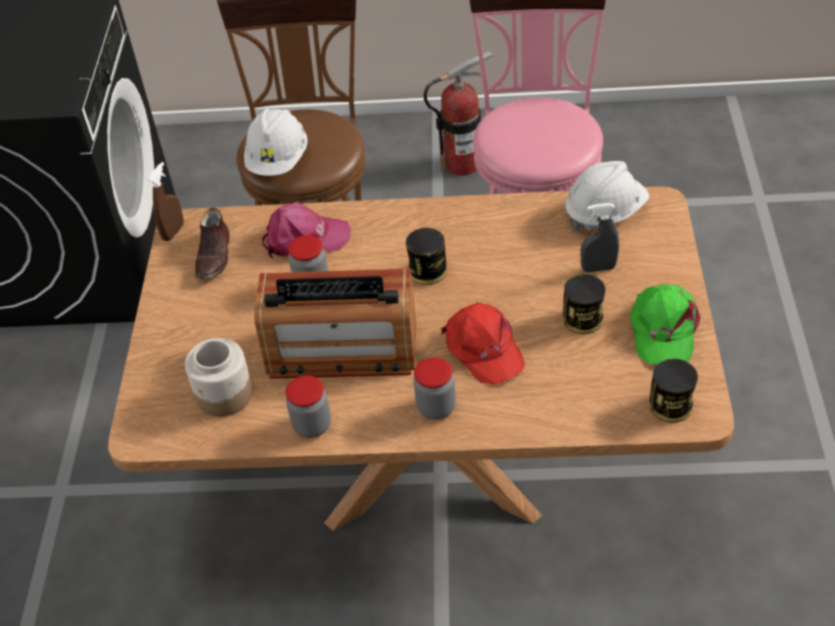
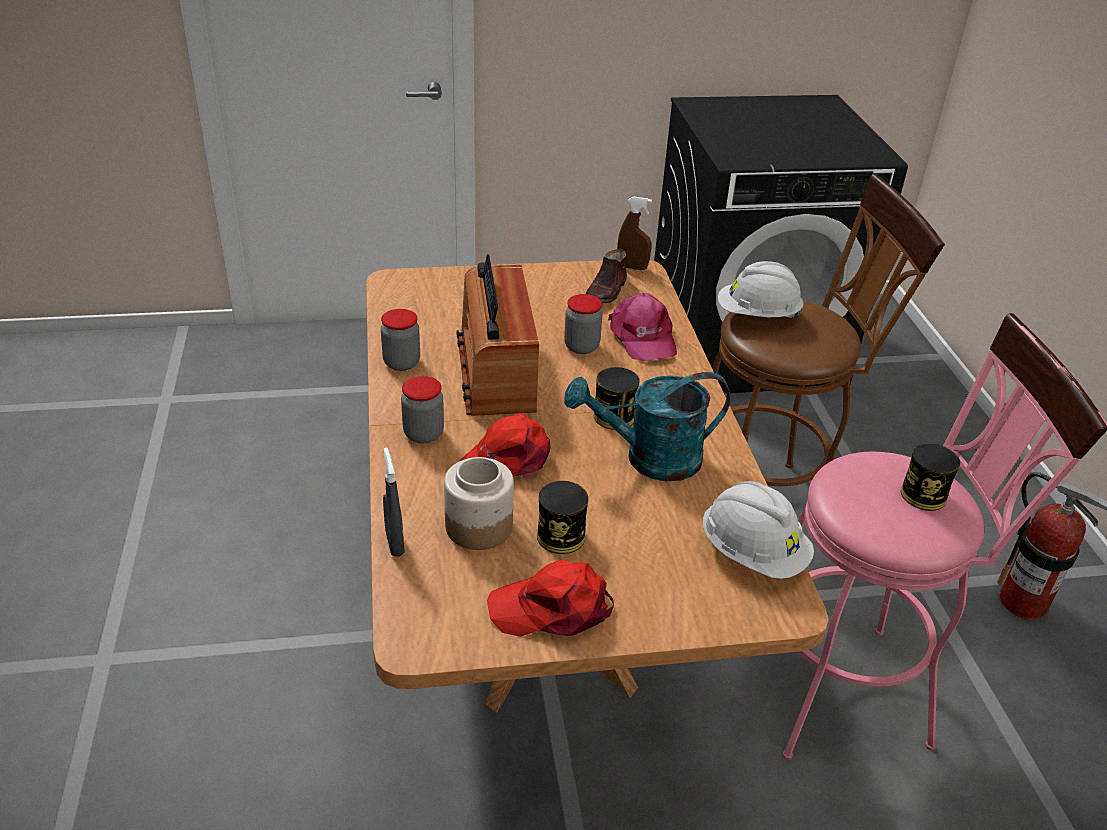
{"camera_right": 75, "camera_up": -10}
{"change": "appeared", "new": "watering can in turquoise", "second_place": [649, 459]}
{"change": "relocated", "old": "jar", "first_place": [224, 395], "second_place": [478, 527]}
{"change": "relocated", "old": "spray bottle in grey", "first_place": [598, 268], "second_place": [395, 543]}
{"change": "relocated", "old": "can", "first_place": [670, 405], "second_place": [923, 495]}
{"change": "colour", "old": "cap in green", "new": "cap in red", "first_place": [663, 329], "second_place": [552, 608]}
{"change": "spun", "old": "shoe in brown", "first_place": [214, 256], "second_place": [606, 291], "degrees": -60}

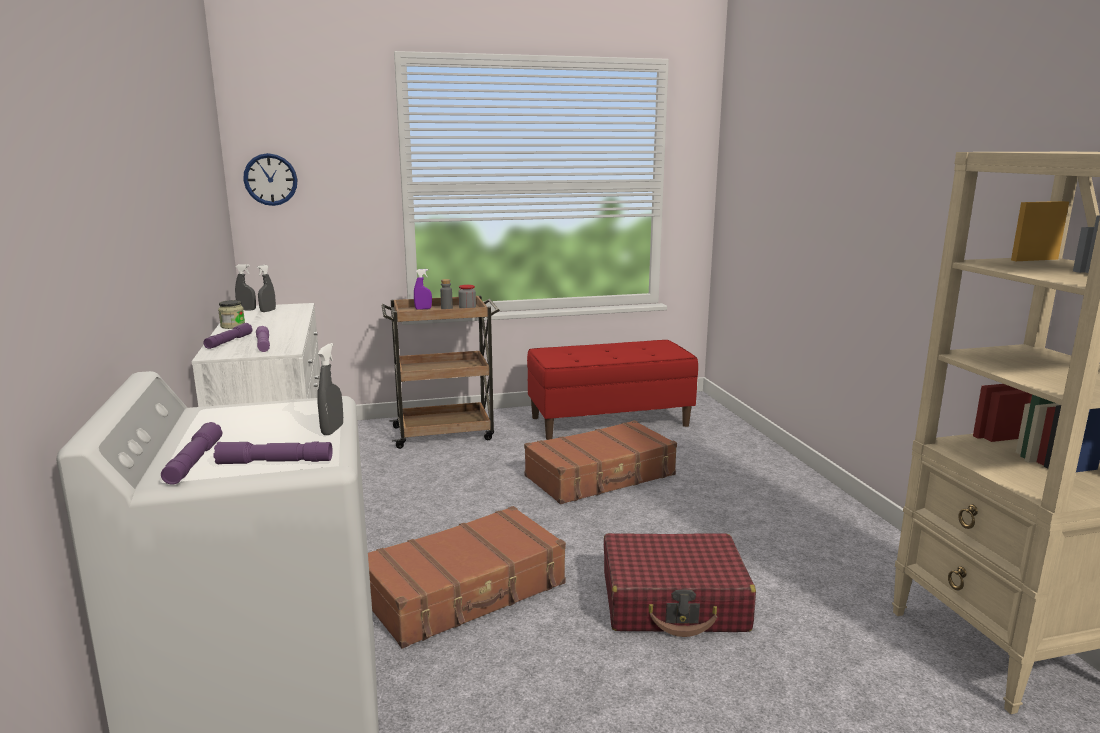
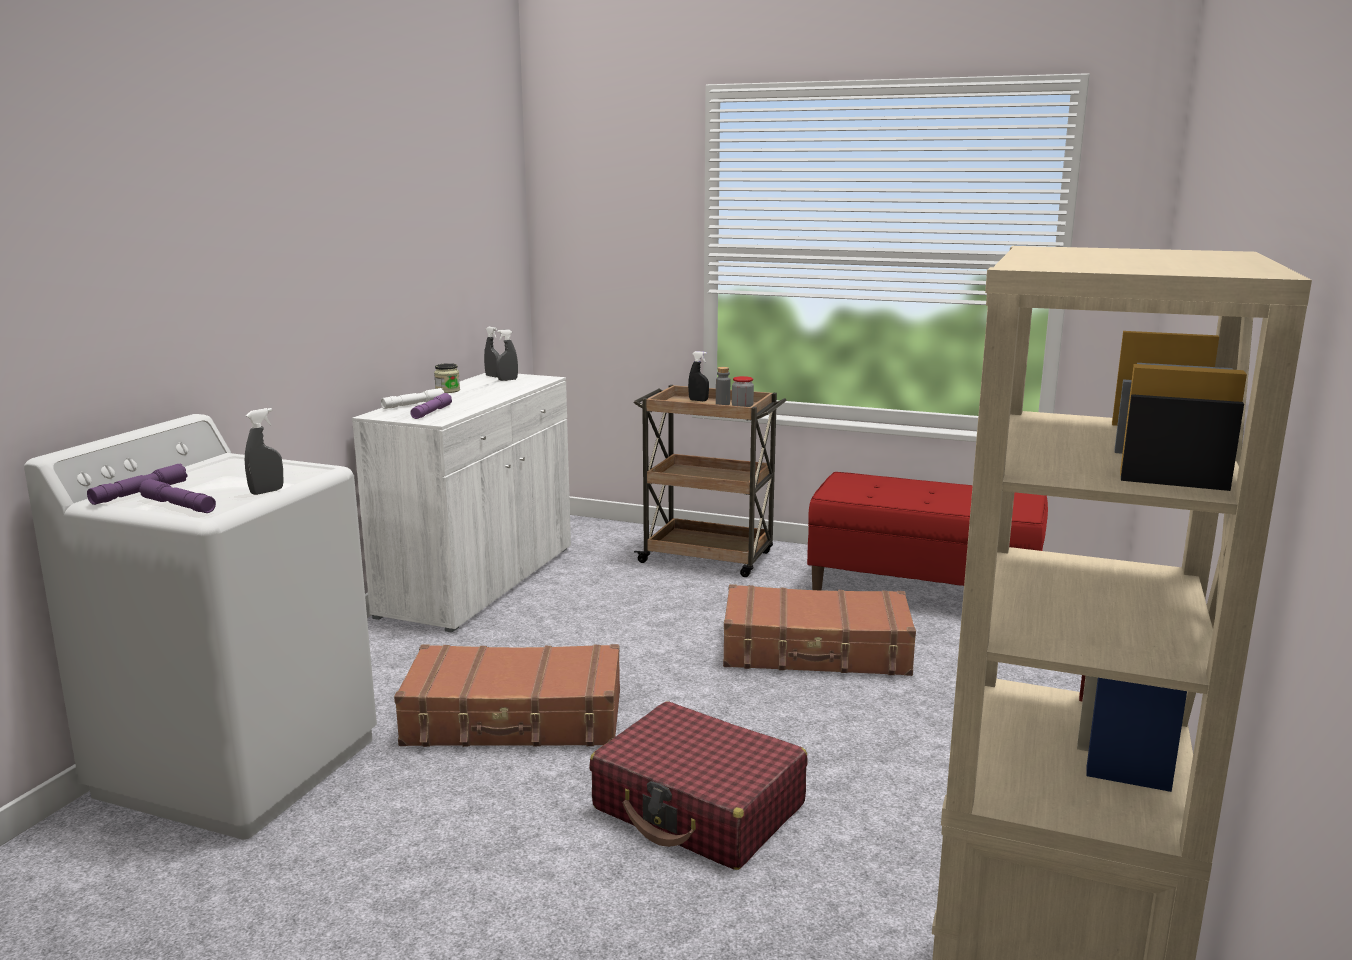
{"camera_right": 35, "camera_up": 0}
{"change": "missing", "old": "wall clock", "first_place": [270, 179]}
{"change": "colour", "old": "flashlight in purple", "new": "flashlight in white", "first_place": [229, 341], "second_place": [413, 405]}
{"change": "colour", "old": "spray bottle in purple", "new": "spray bottle in black", "first_place": [423, 309], "second_place": [698, 400]}

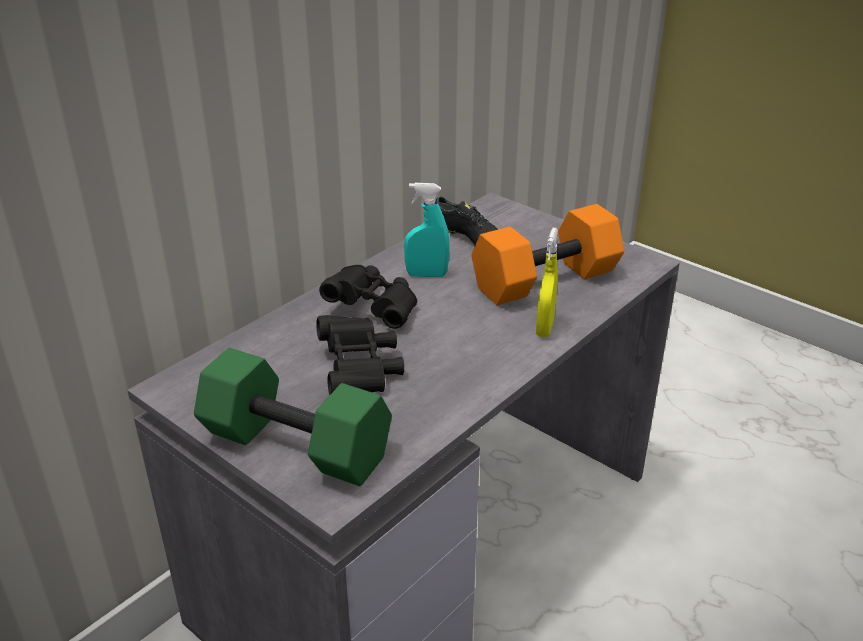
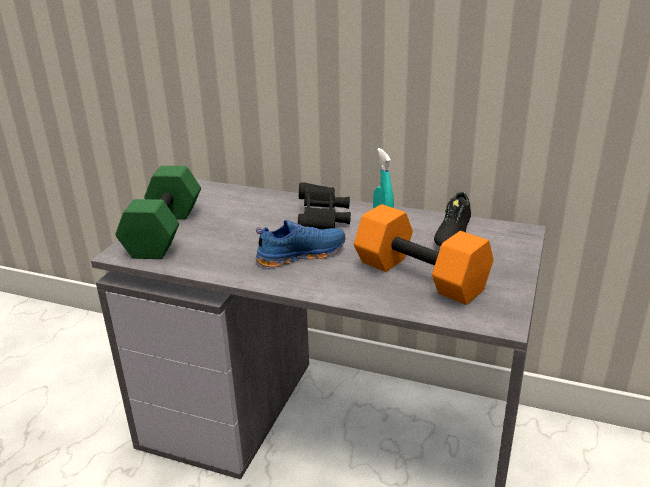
{"camera_right": 70, "camera_up": -5}
{"change": "missing", "old": "binoculars in black", "first_place": [360, 371]}
{"change": "missing", "old": "spray bottle in yellow", "first_place": [544, 328]}
{"change": "appeared", "new": "shoe in blue", "second_place": [300, 254]}

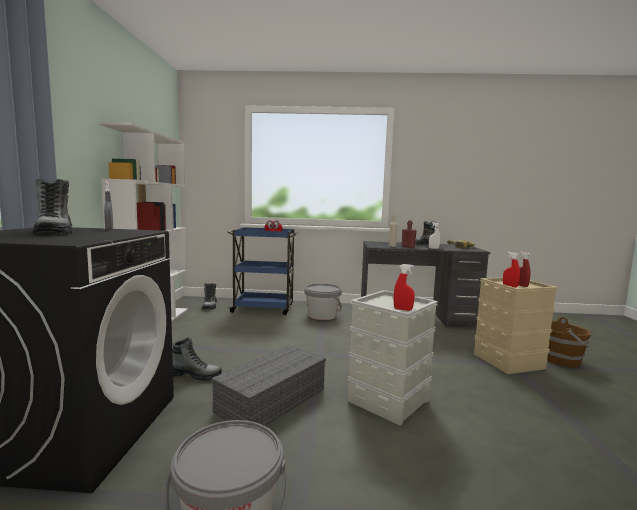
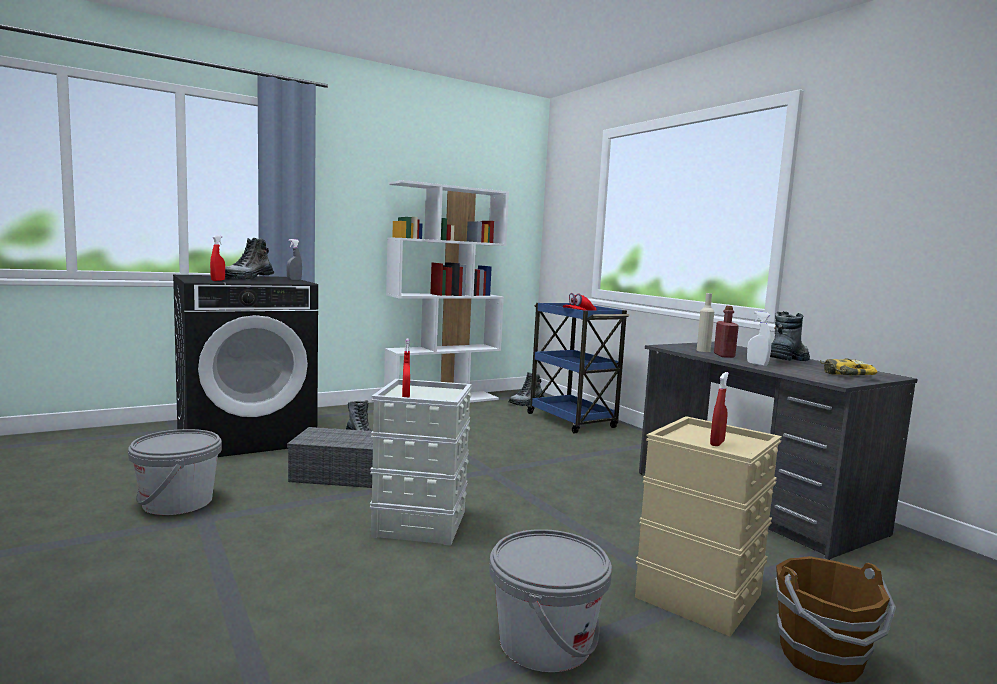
{"camera_right": 55, "camera_up": 0}
{"change": "relocated", "old": "bucket in grey", "first_place": [322, 315], "second_place": [545, 642]}
{"change": "relocated", "old": "spray bottle in red", "first_place": [510, 286], "second_place": [218, 280]}

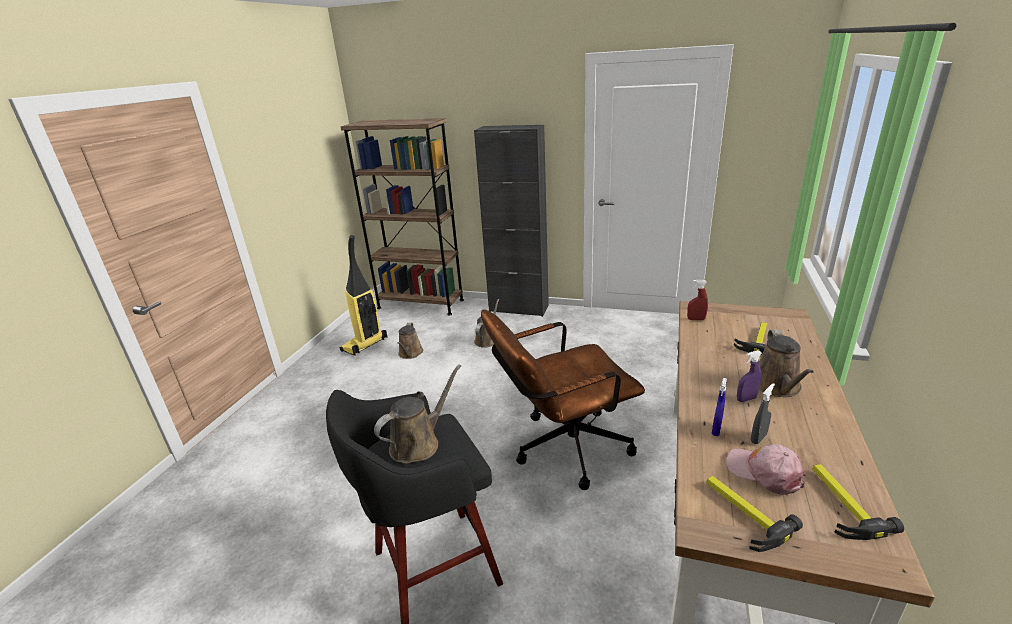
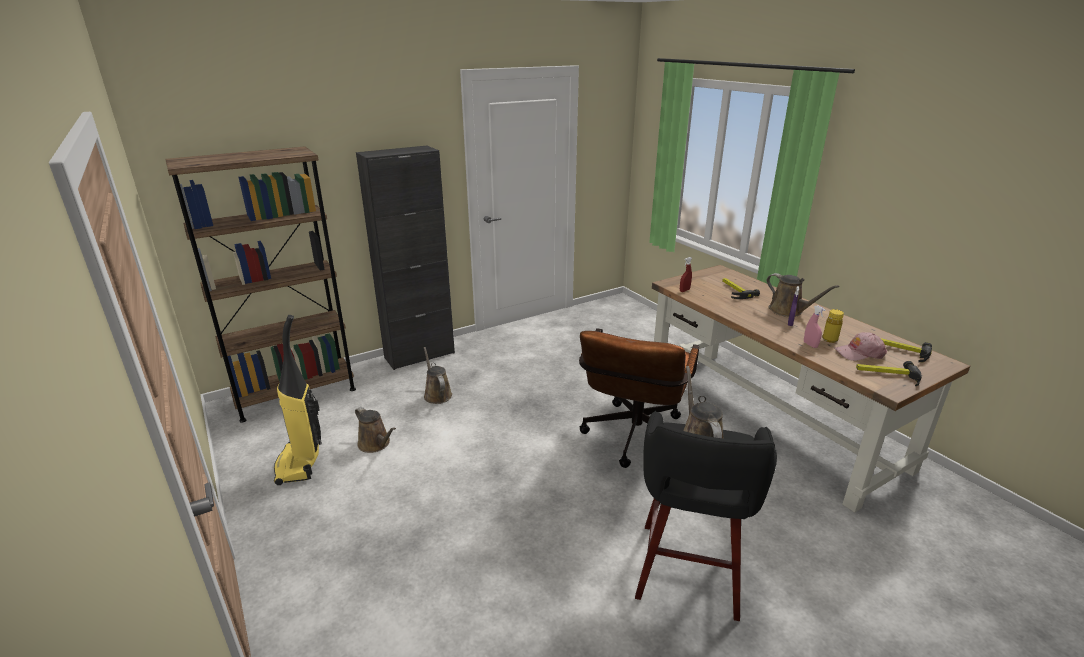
{"camera_right": -50, "camera_up": 0}
{"change": "exchanged", "old": "spray bottle in grey", "new": "bottle in yellow", "first_place": [758, 438], "second_place": [829, 339]}
{"change": "colour", "old": "spray bottle in blue", "new": "spray bottle in pink", "first_place": [716, 430], "second_place": [810, 345]}

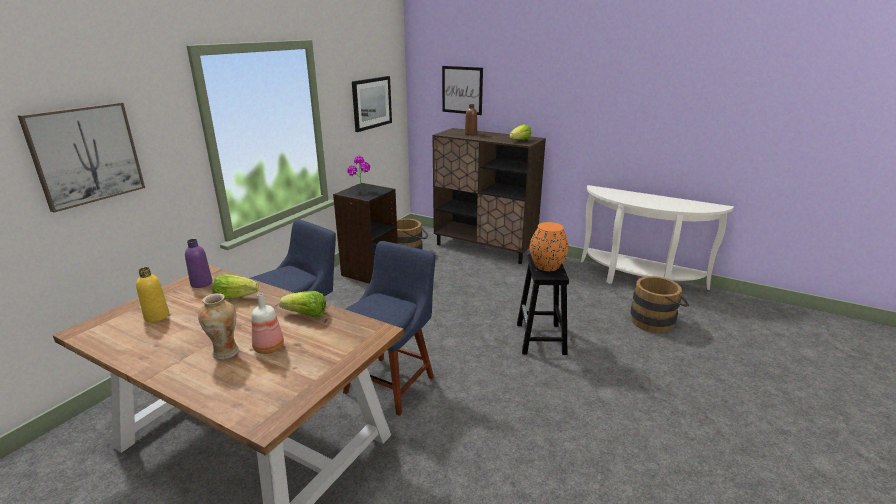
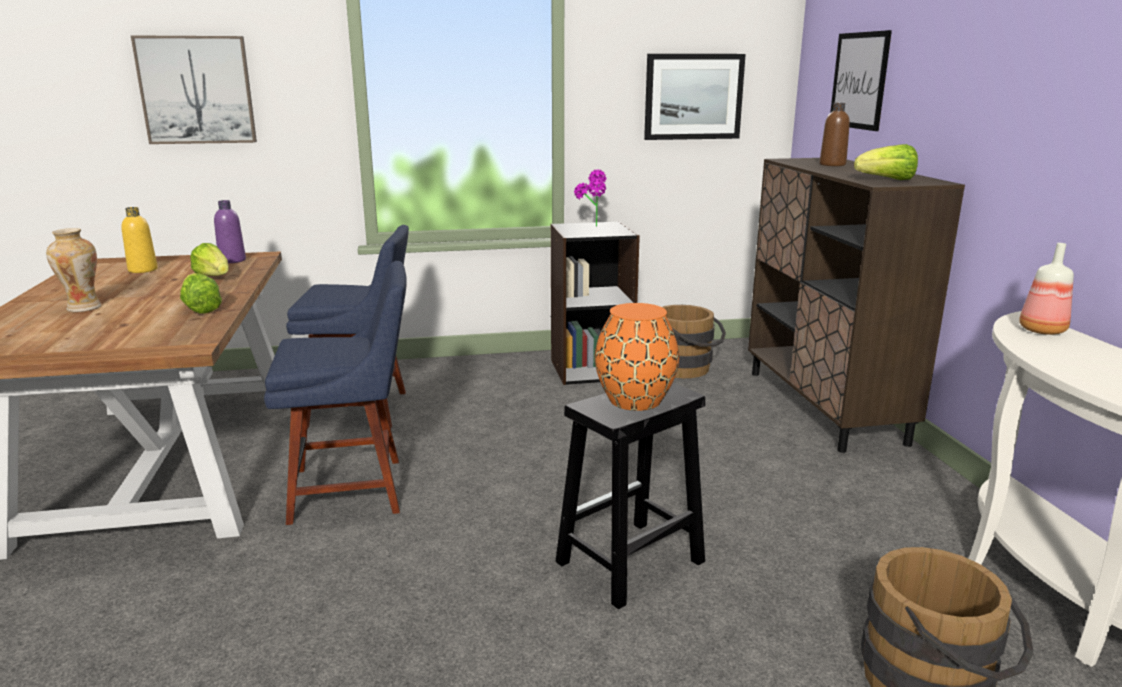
{"camera_right": 50, "camera_up": -5}
{"change": "relocated", "old": "bottle", "first_place": [268, 348], "second_place": [1041, 331]}

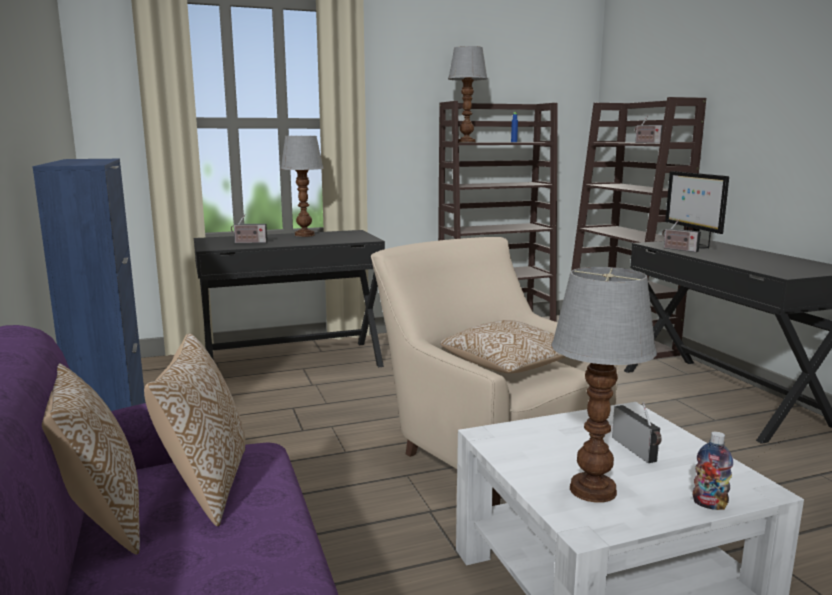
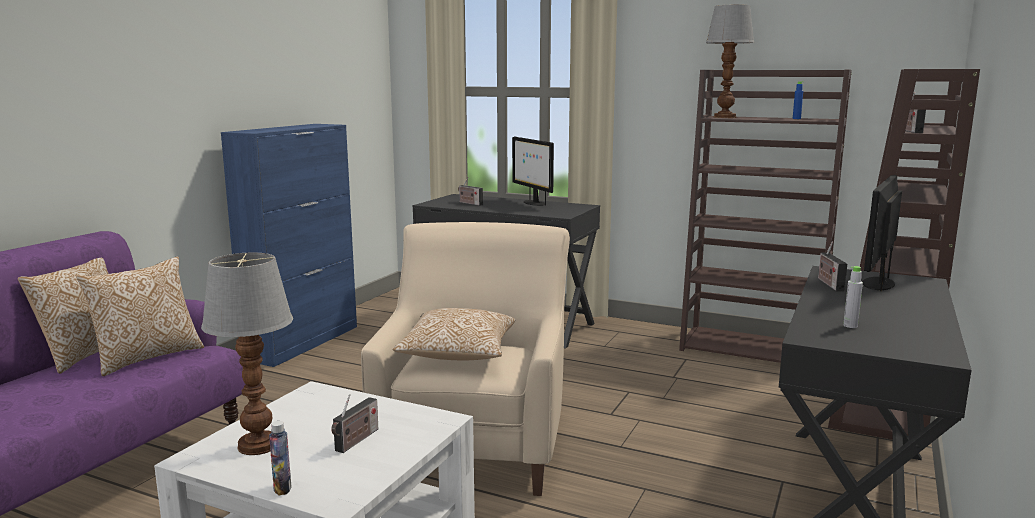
{"camera_right": 45, "camera_up": 0}
{"change": "appeared", "new": "bottle in grey", "second_place": [850, 326]}
{"change": "exchanged", "old": "table lamp", "new": "monitor", "first_place": [305, 235], "second_place": [533, 203]}

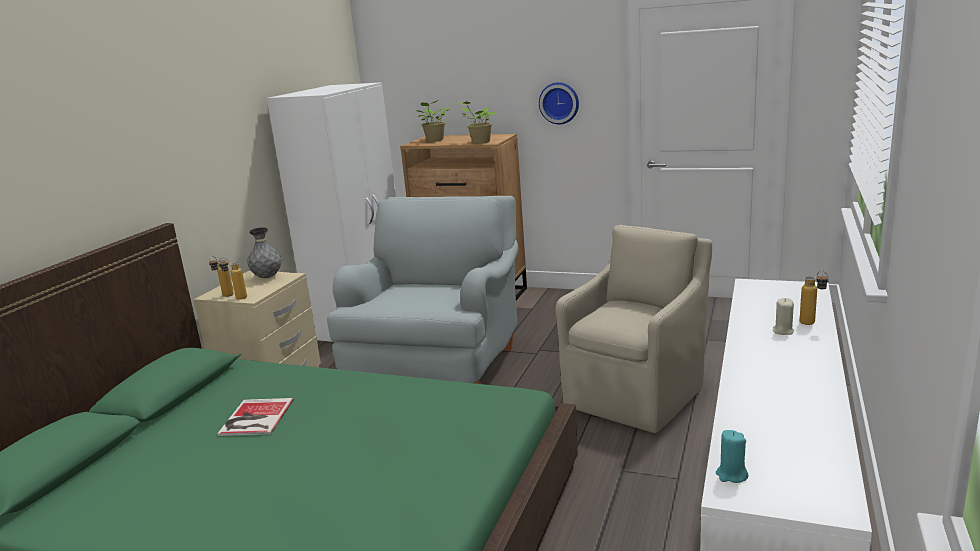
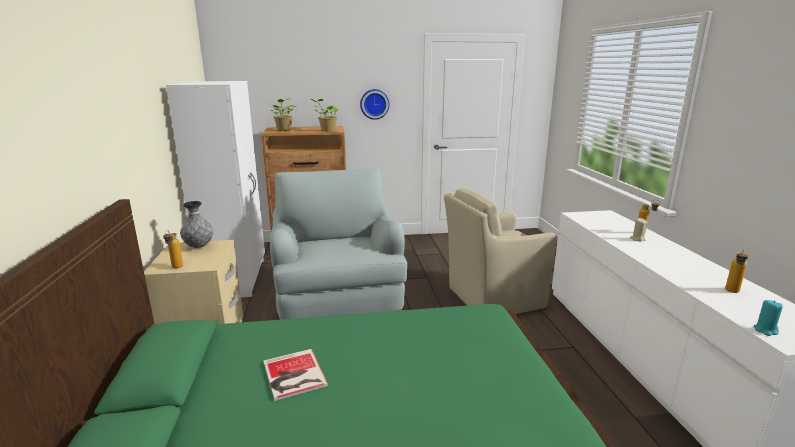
{"camera_right": -30, "camera_up": 0}
{"change": "relocated", "old": "bottle", "first_place": [236, 299], "second_place": [732, 292]}
{"change": "spun", "old": "armchair in beige", "first_place": [636, 394], "second_place": [492, 298], "degrees": -120}

